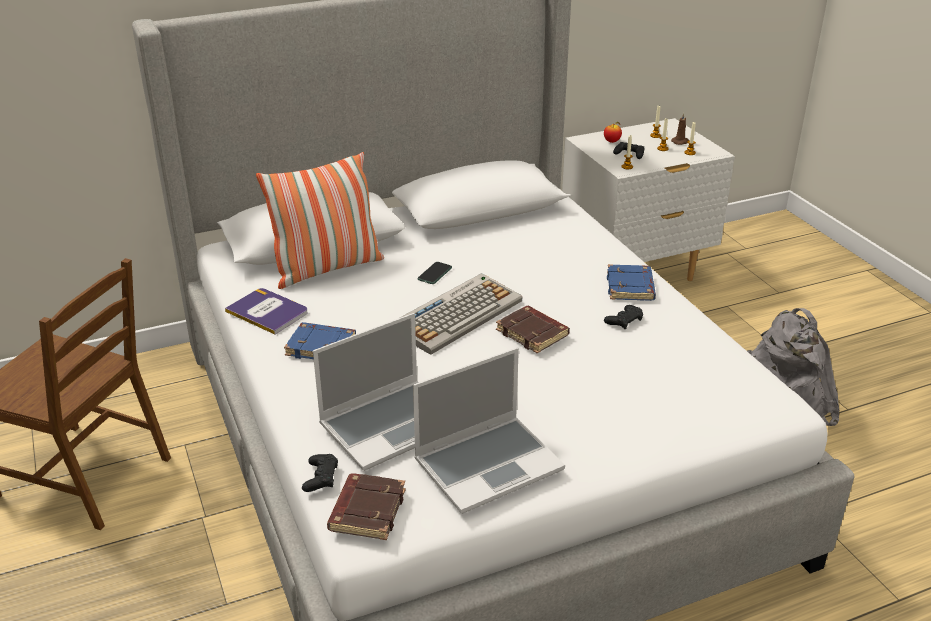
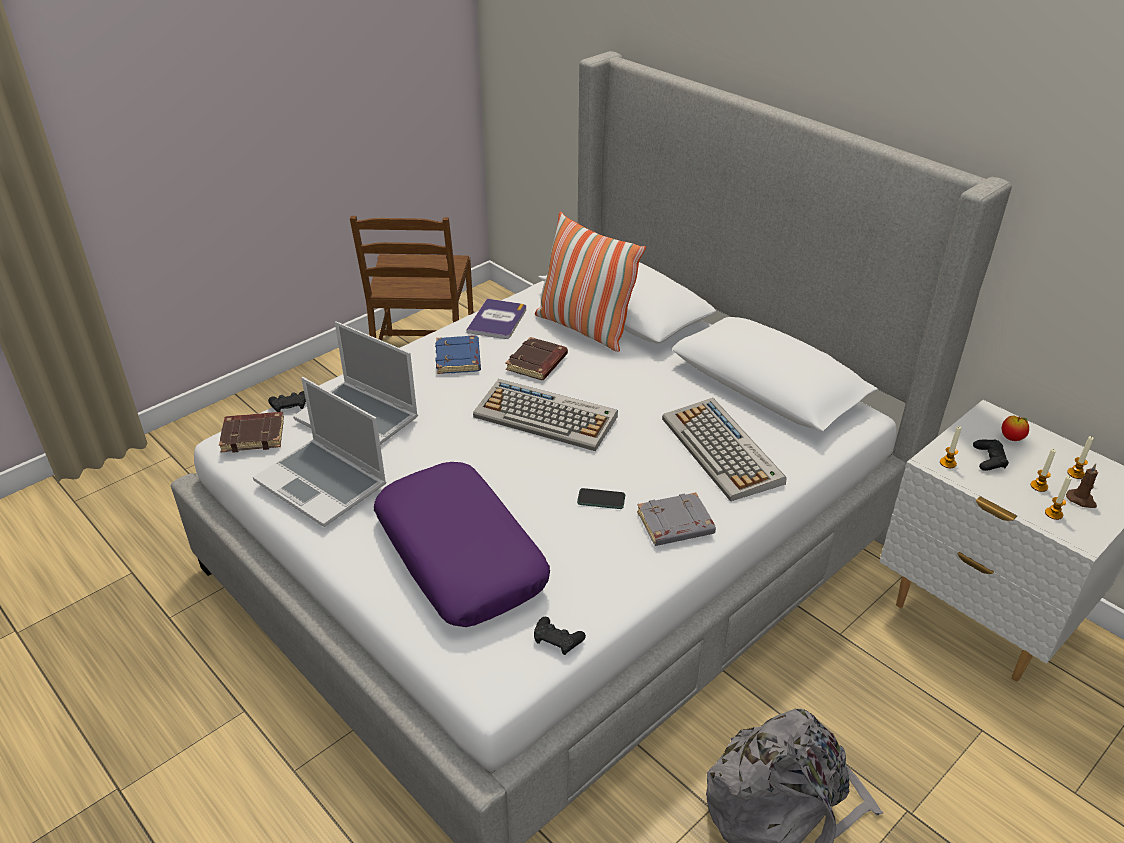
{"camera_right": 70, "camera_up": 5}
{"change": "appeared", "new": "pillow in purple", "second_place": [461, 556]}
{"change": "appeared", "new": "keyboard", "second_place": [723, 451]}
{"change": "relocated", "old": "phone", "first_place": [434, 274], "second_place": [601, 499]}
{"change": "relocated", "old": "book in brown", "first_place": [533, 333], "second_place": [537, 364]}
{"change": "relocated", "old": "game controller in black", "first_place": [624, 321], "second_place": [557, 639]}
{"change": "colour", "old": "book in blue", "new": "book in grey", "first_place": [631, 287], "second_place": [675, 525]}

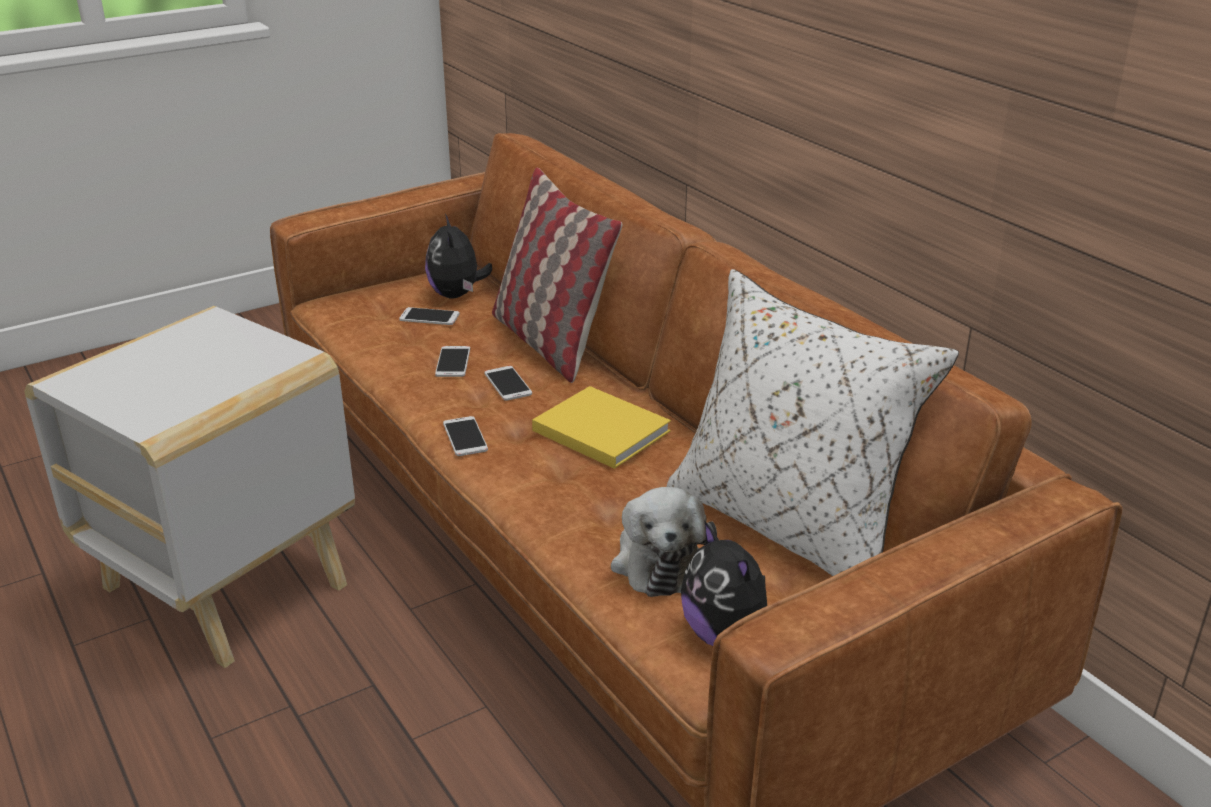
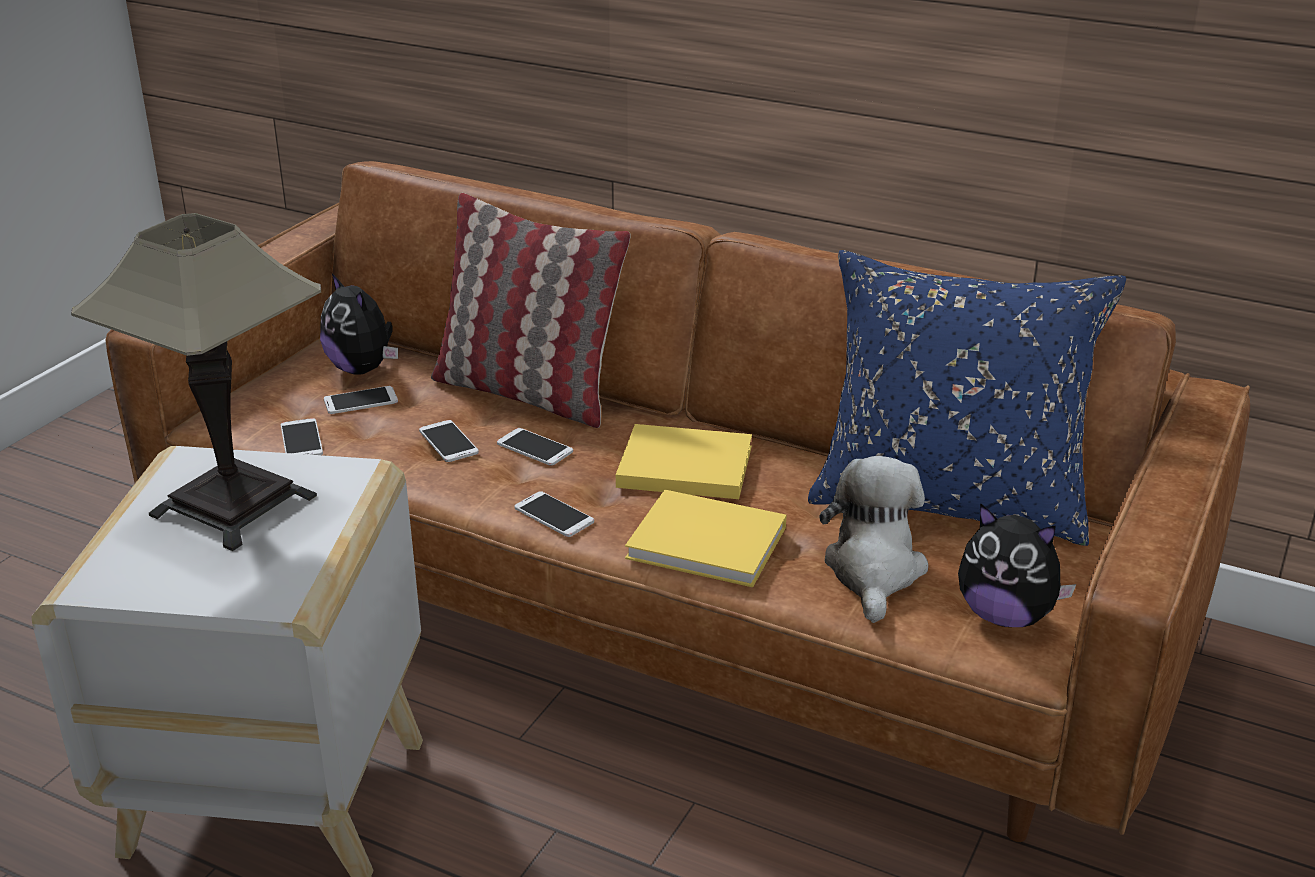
{"camera_right": -30, "camera_up": 0}
{"change": "appeared", "new": "table lamp", "second_place": [234, 505]}
{"change": "appeared", "new": "phone", "second_place": [301, 440]}
{"change": "appeared", "new": "book in yellow", "second_place": [711, 544]}
{"change": "colour", "old": "pillow in white", "new": "pillow in blue", "first_place": [789, 526], "second_place": [949, 501]}
{"change": "spun", "old": "plush toy", "first_place": [658, 560], "second_place": [874, 571], "degrees": -135}

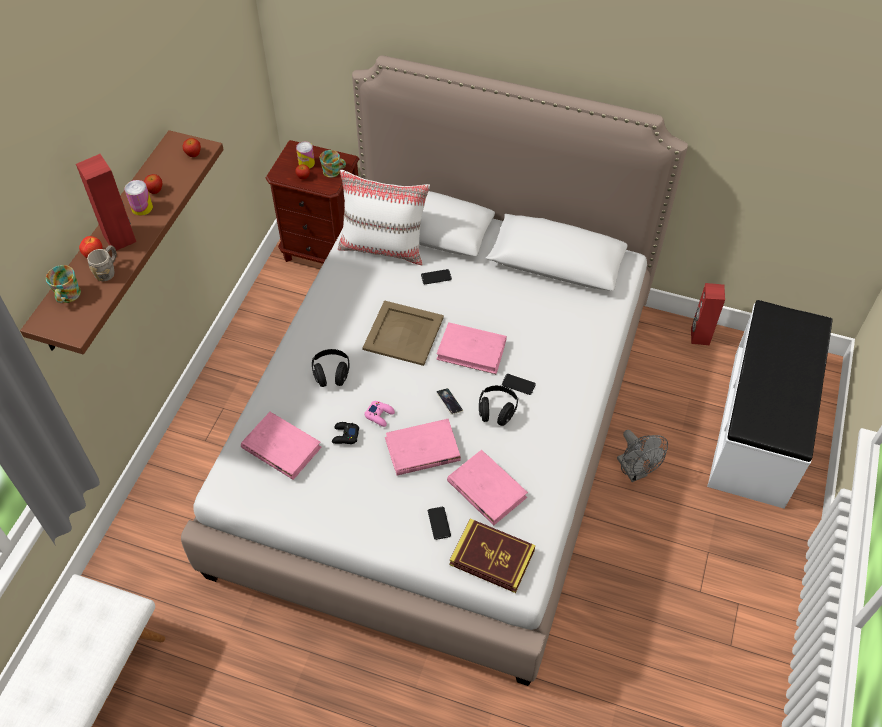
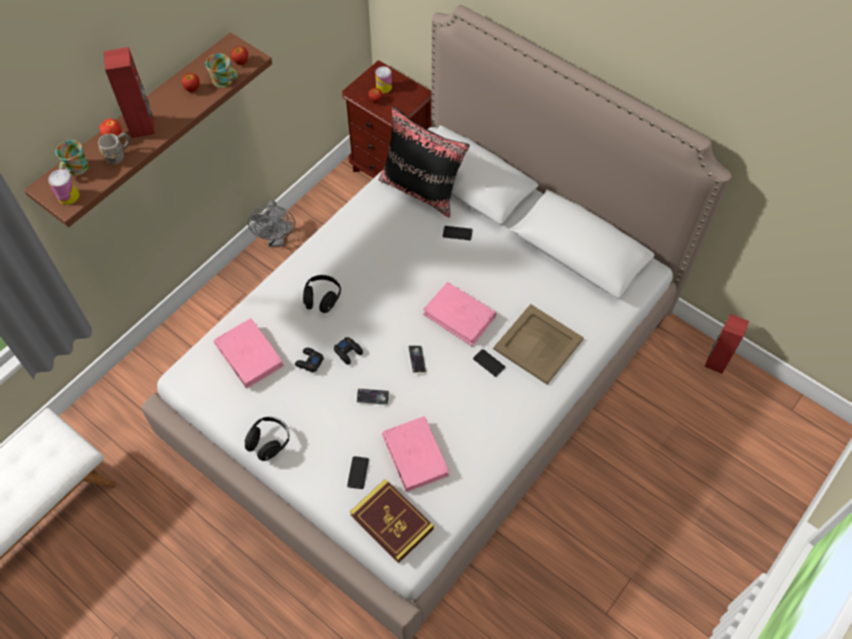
{"camera_right": 20, "camera_up": 5}
{"change": "missing", "old": "bench in white", "first_place": [759, 428]}
{"change": "relocated", "old": "can", "first_place": [142, 208], "second_place": [68, 196]}
{"change": "relocated", "old": "mug", "first_place": [334, 172], "second_place": [225, 81]}
{"change": "relocated", "old": "tray in beige", "first_place": [402, 333], "second_place": [537, 344]}
{"change": "relocated", "old": "headphones in black", "first_place": [497, 411], "second_place": [269, 442]}
{"change": "relocated", "old": "fan in grey", "first_place": [635, 471], "second_place": [277, 240]}
{"change": "exchanged", "old": "book in pink", "new": "phone", "first_place": [422, 450], "second_place": [372, 397]}
{"change": "colour", "old": "pillow in white", "new": "pillow in black", "first_place": [384, 247], "second_place": [421, 189]}
{"change": "colour", "old": "game controller in pink", "new": "game controller in black", "first_place": [380, 415], "second_place": [348, 352]}

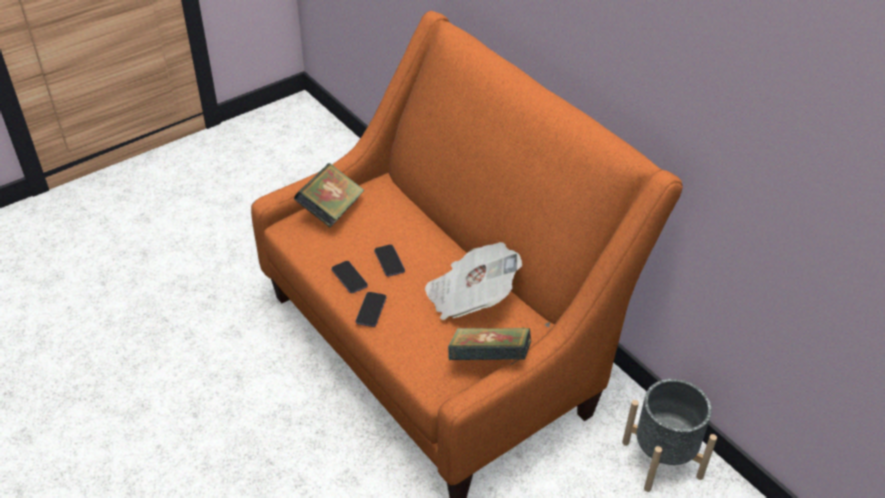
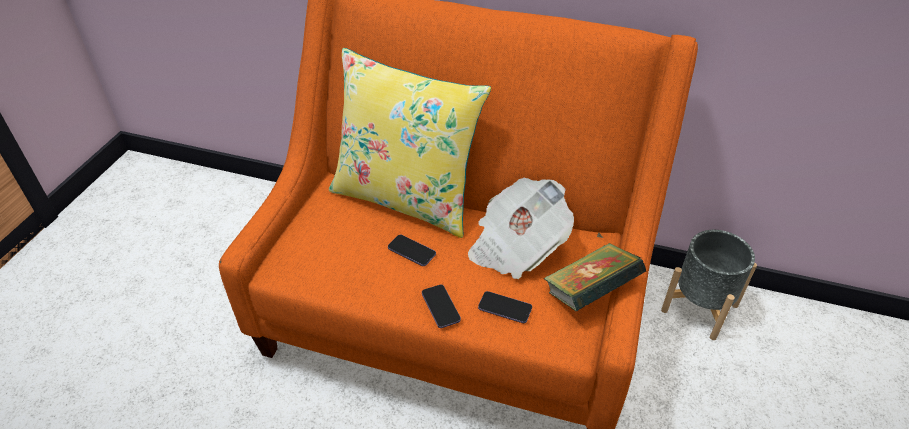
{"camera_right": -35, "camera_up": 0}
{"change": "missing", "old": "book", "first_place": [331, 211]}
{"change": "appeared", "new": "pillow in yellow", "second_place": [406, 198]}
{"change": "relocated", "old": "phone", "first_place": [349, 278], "second_place": [505, 308]}

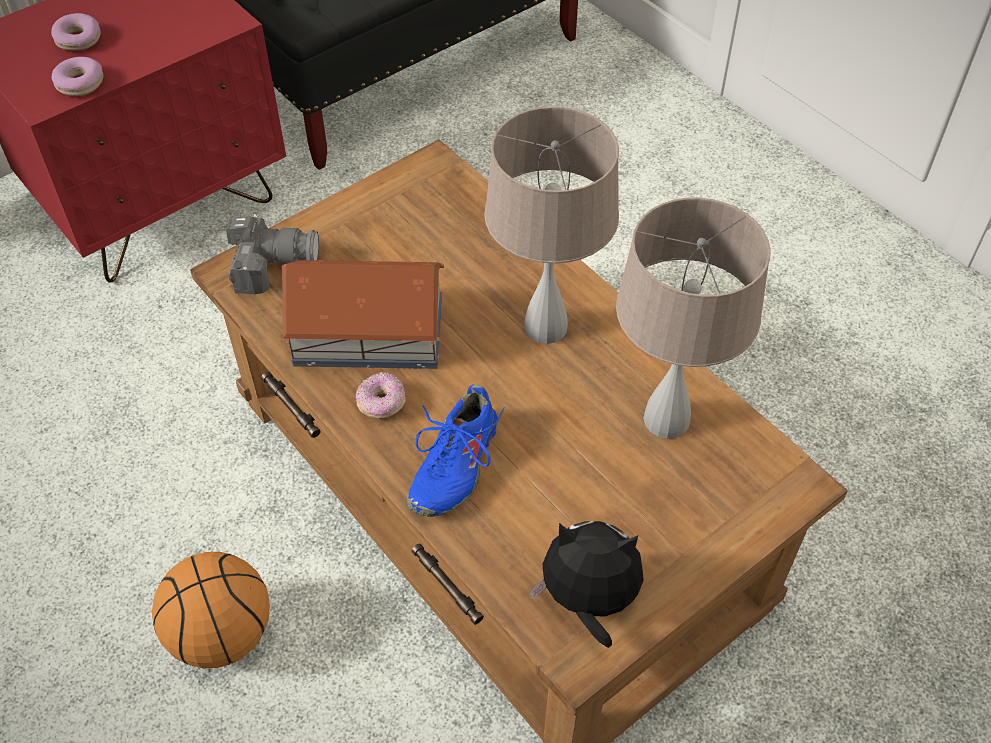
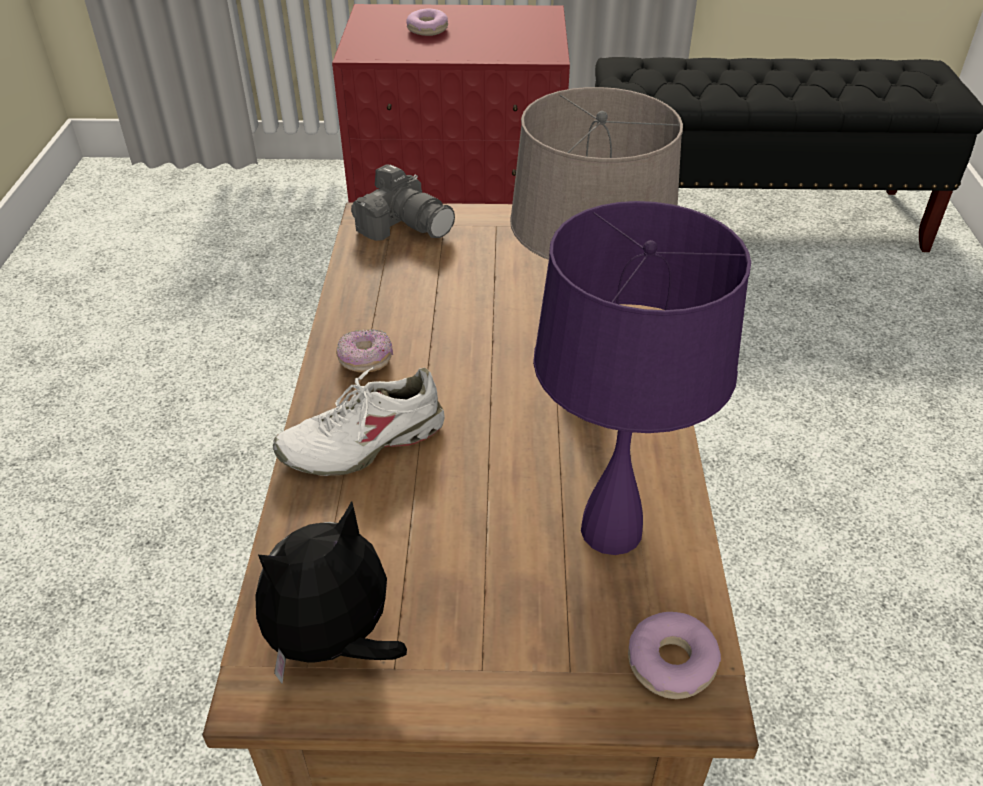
{"camera_right": 40, "camera_up": -10}
{"change": "missing", "old": "basketball", "first_place": [220, 634]}
{"change": "missing", "old": "toy house", "first_place": [370, 332]}
{"change": "relocated", "old": "donut", "first_place": [80, 83], "second_place": [671, 662]}
{"change": "colour", "old": "shoe in blue", "new": "shoe in white", "first_place": [453, 465], "second_place": [363, 442]}
{"change": "colour", "old": "table lamp in beige", "new": "table lamp in purple", "first_place": [667, 419], "second_place": [612, 531]}
{"change": "spun", "old": "plush toy", "first_place": [588, 601], "second_place": [335, 642], "degrees": -90}

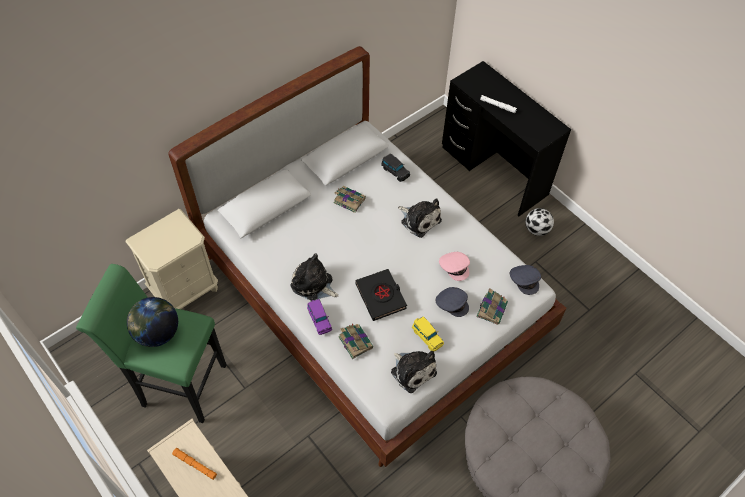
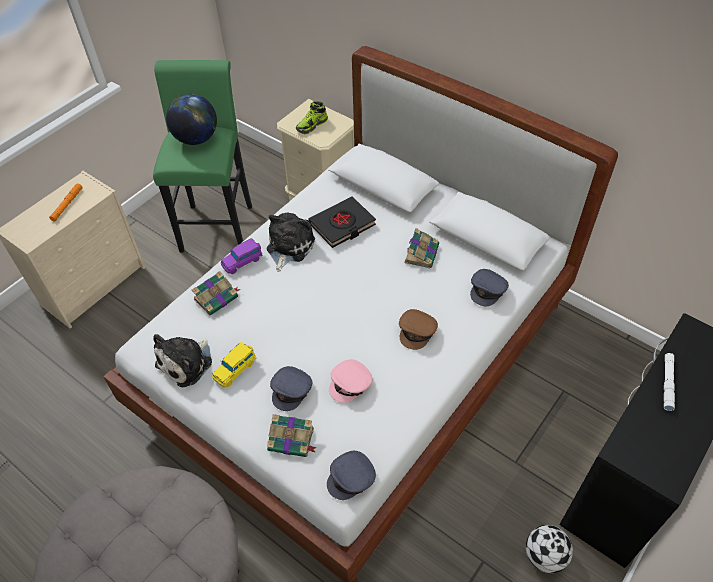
{"camera_right": 80, "camera_up": -5}
{"change": "appeared", "new": "shoe", "second_place": [312, 125]}
{"change": "relocated", "old": "book in black", "first_place": [381, 296], "second_place": [342, 225]}
{"change": "exchanged", "old": "toy car in black", "new": "cap in grey", "first_place": [395, 171], "second_place": [488, 290]}
{"change": "exchanged", "old": "plush toy", "new": "cap in brown", "first_place": [419, 220], "second_place": [417, 331]}

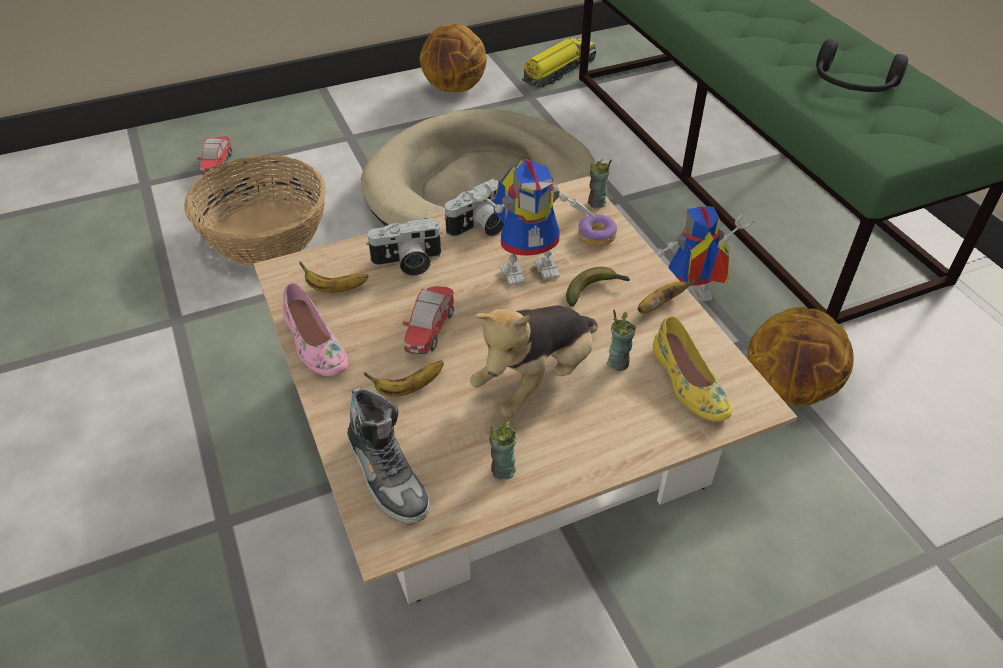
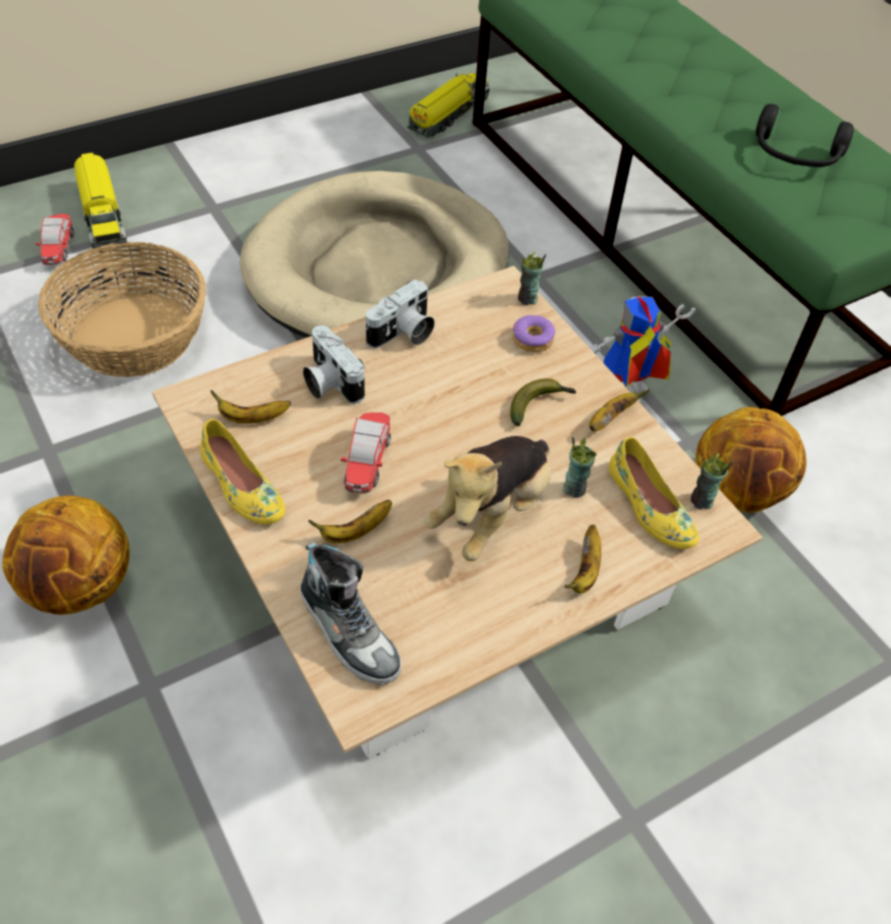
{"camera_right": -10, "camera_up": 5}
{"change": "missing", "old": "toy robot", "first_place": [532, 266]}
{"change": "appeared", "new": "toy truck", "second_place": [102, 214]}
{"change": "appeared", "new": "banana", "second_place": [585, 571]}
{"change": "relocated", "old": "basketball", "first_place": [454, 88], "second_place": [80, 587]}
{"change": "relocated", "old": "cup", "first_place": [503, 470], "second_place": [701, 501]}
{"change": "colour", "old": "shoe in pink", "new": "shoe in yellow", "first_place": [314, 344], "second_place": [241, 486]}
{"change": "spun", "old": "photo camera", "first_place": [408, 263], "second_place": [329, 382], "degrees": 75}

